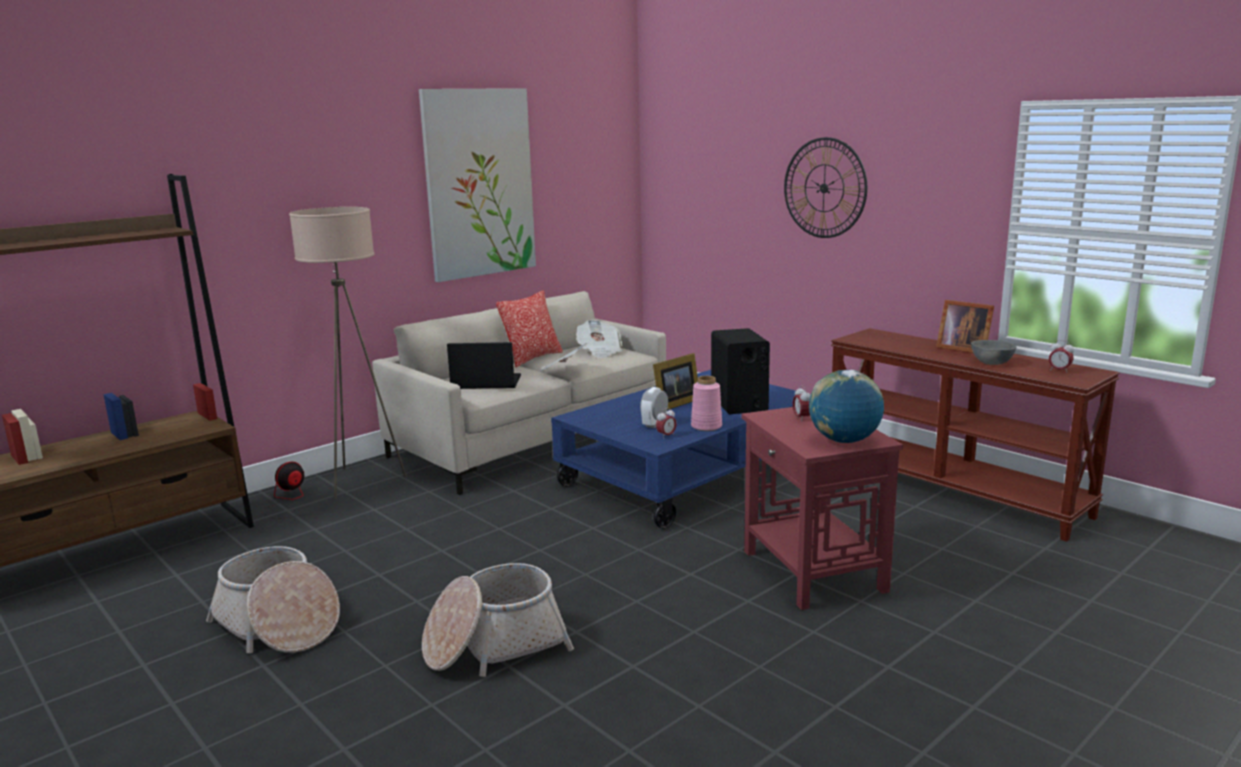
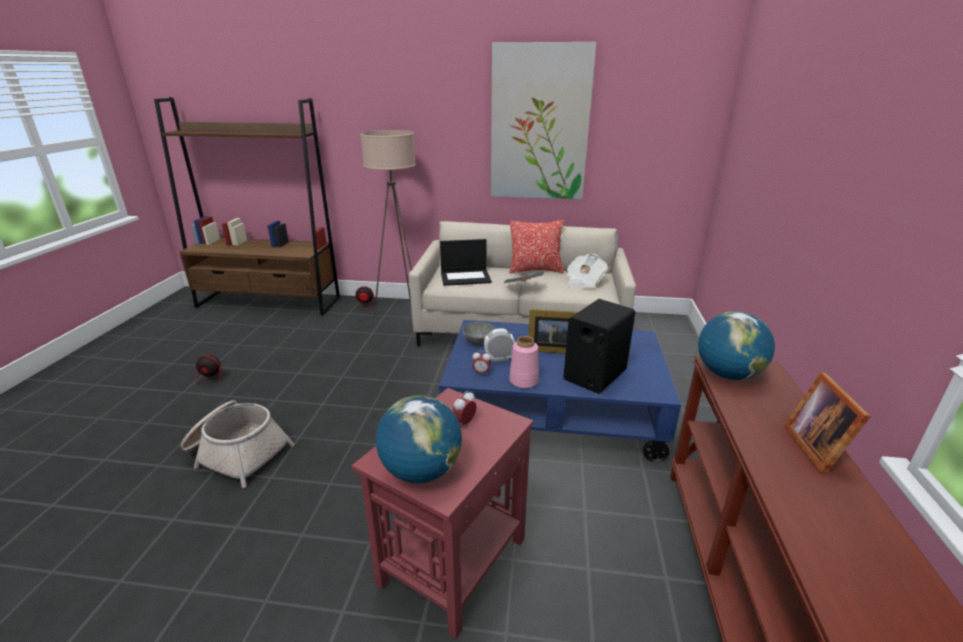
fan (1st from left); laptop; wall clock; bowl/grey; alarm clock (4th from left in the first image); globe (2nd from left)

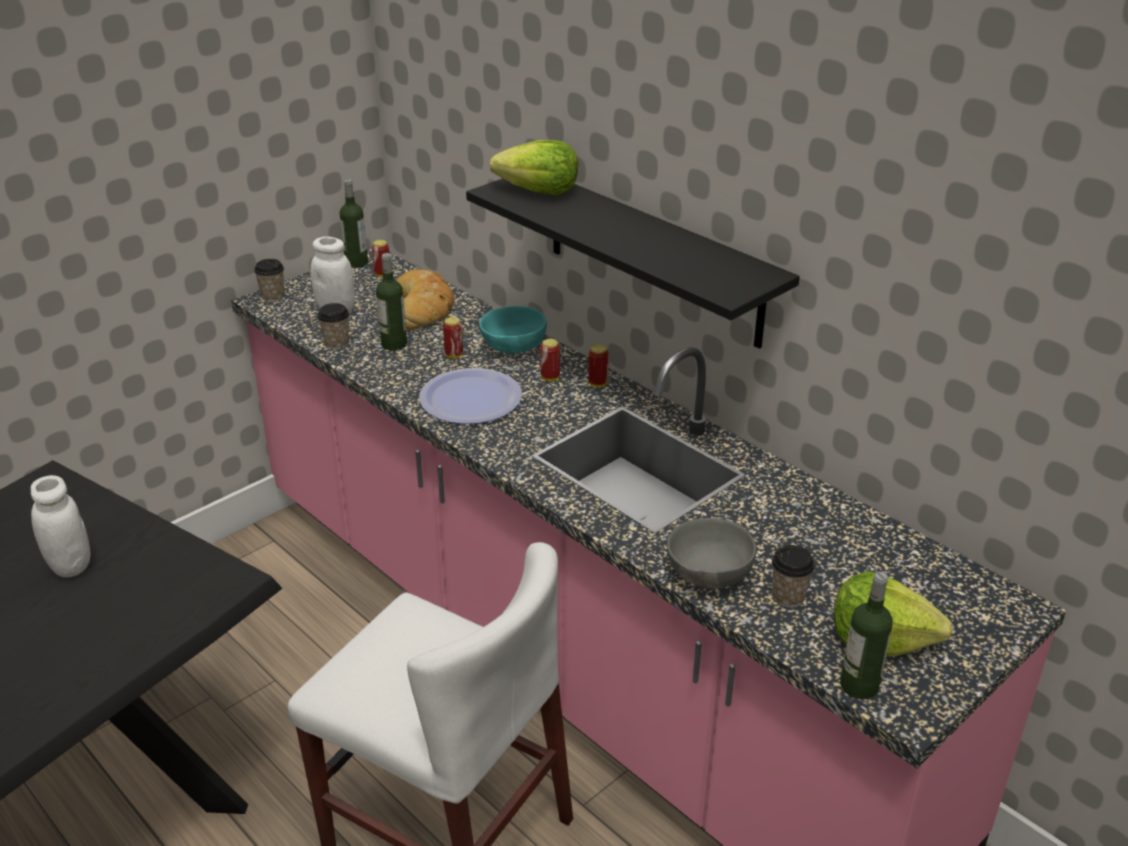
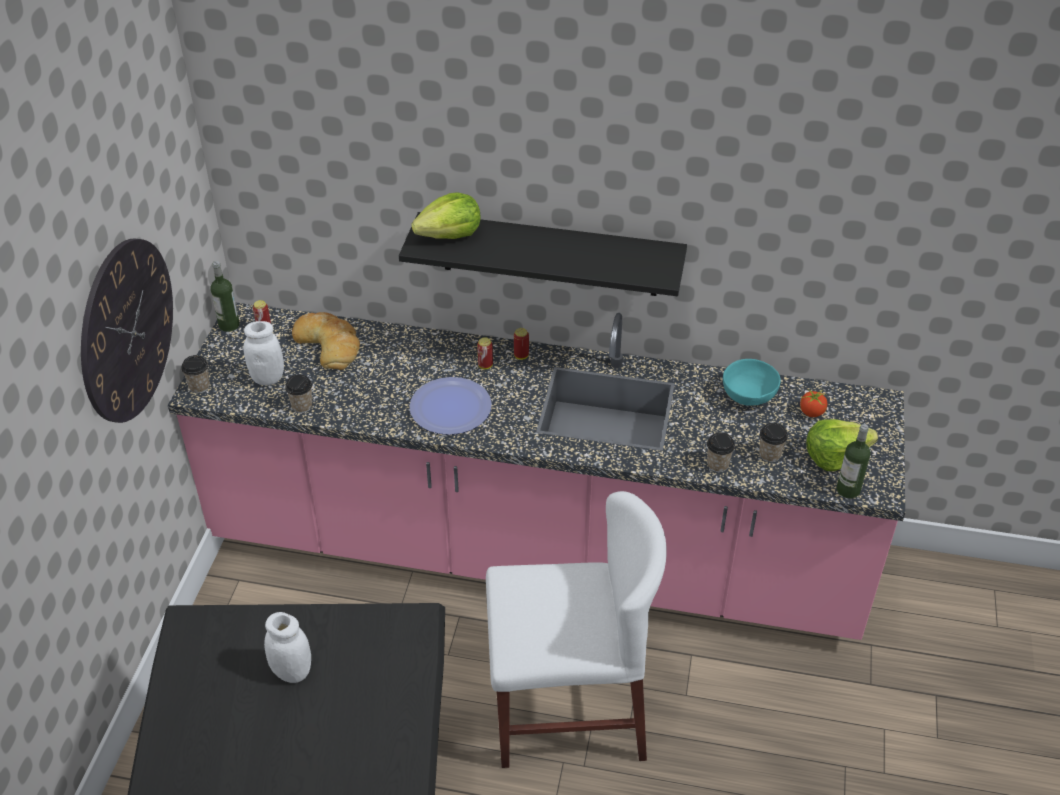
bottle (2nd from left in the first image); can (2nd from left in the first image); bowl/turquoise; cup (3rd from left); wall clock; tomato

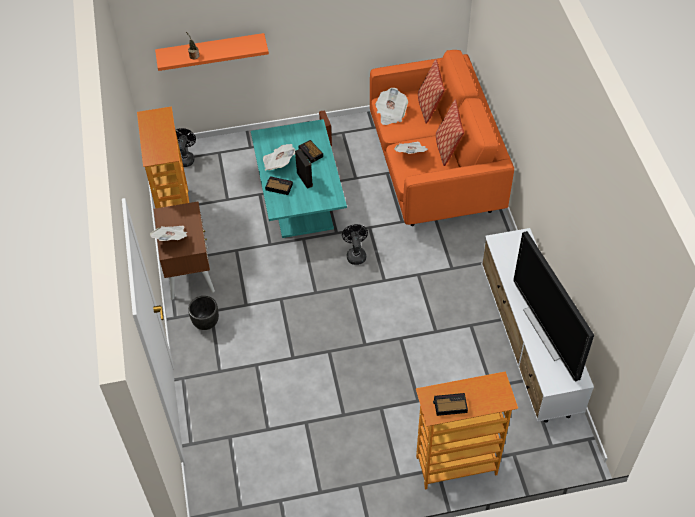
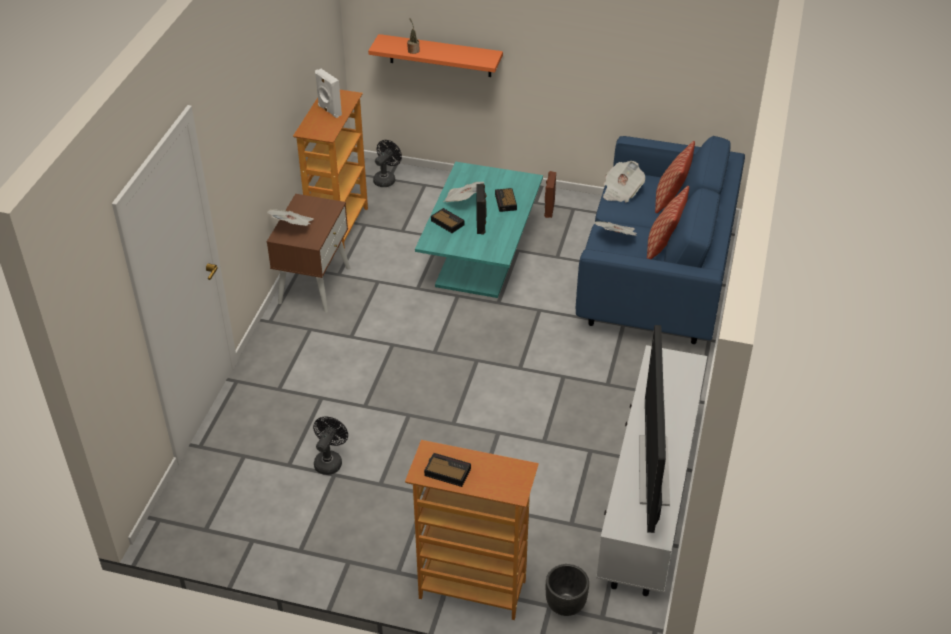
planter/black; fan/black (1st from left); sofa/blue; speaker/white

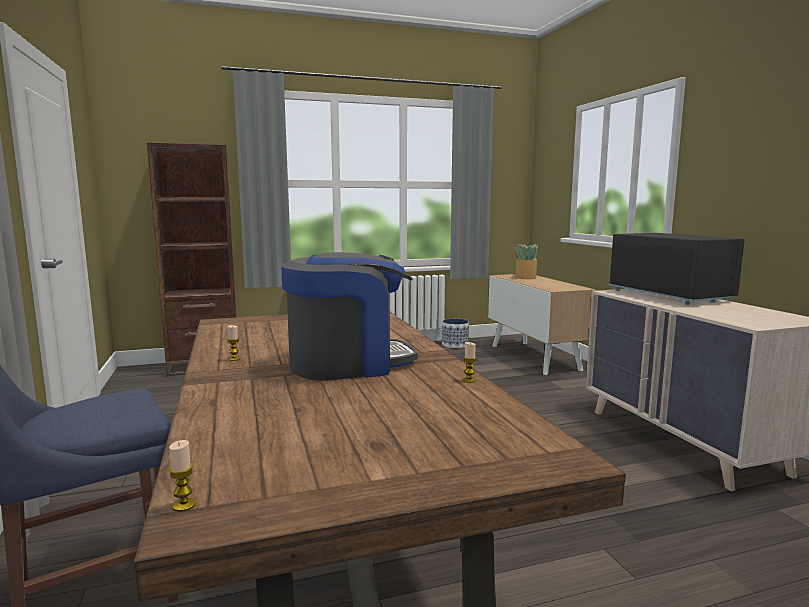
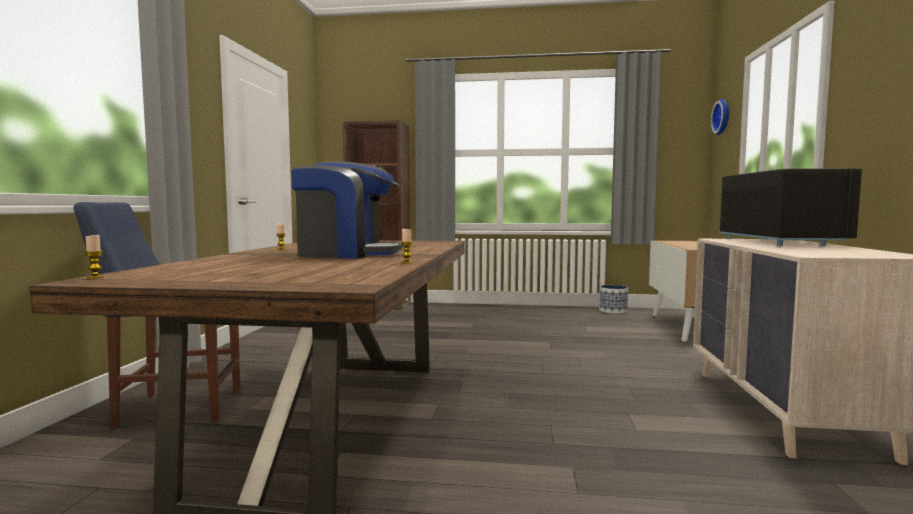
potted plant; wall clock

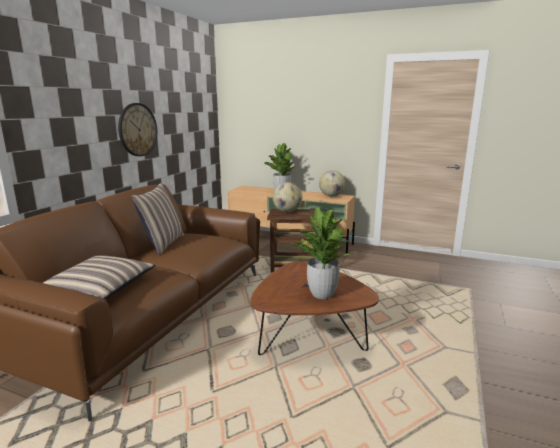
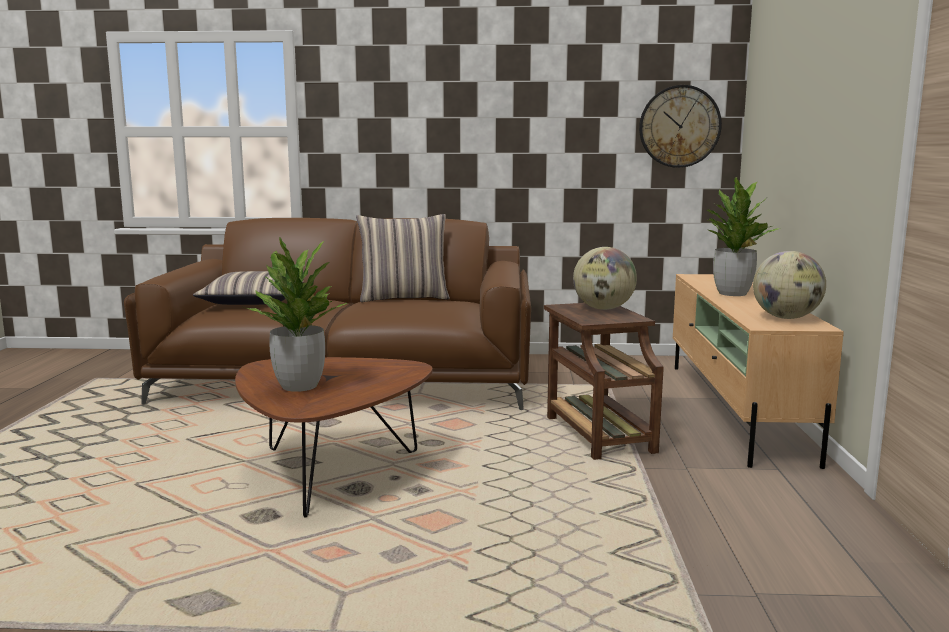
wall clock

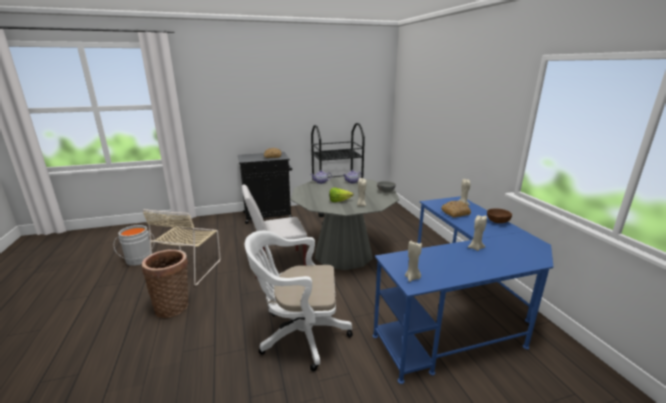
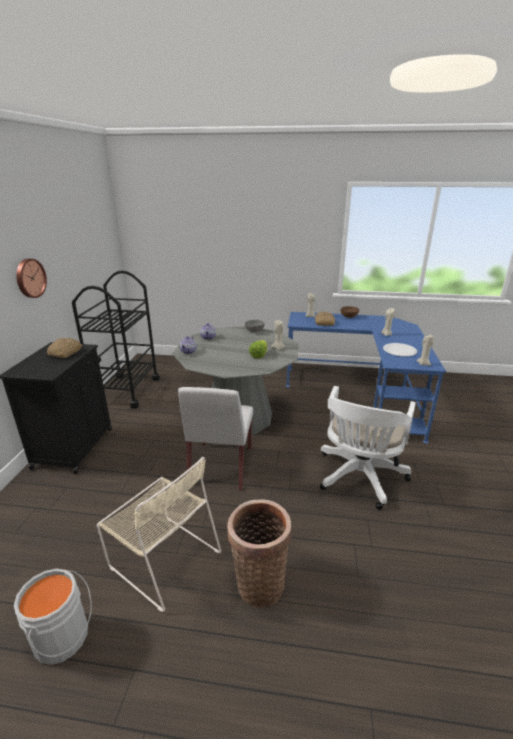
wall clock; plate/white

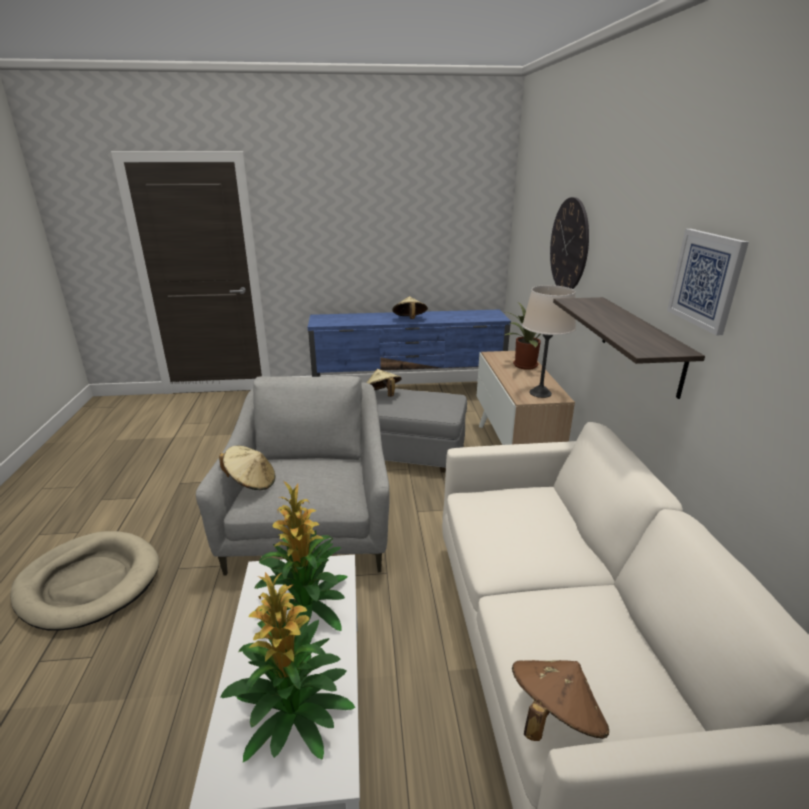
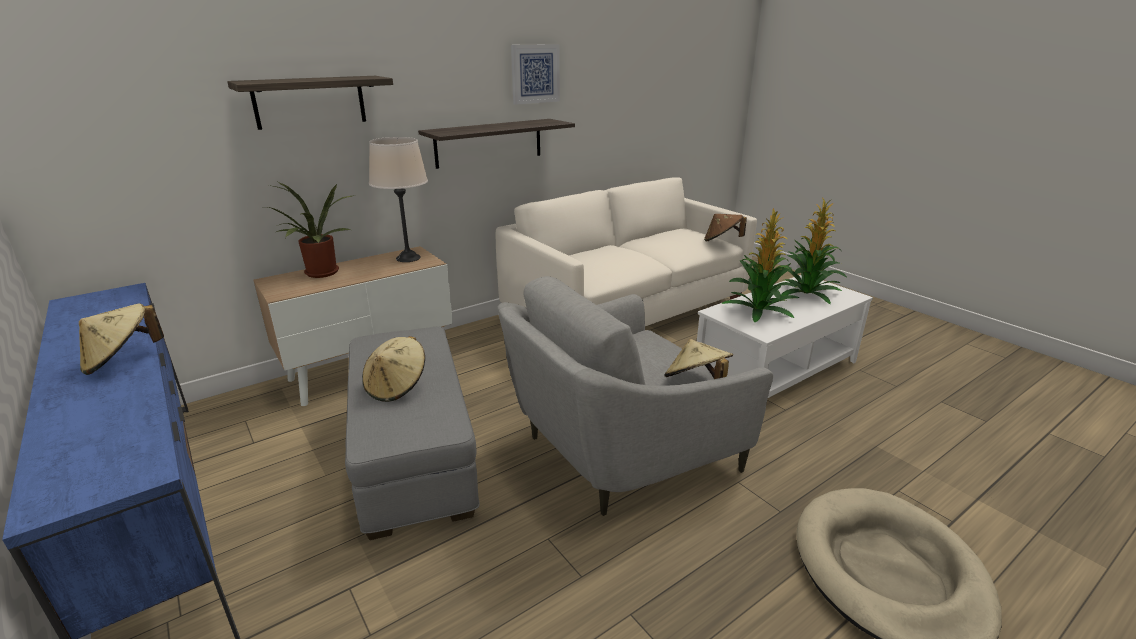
shelf (1st from left)

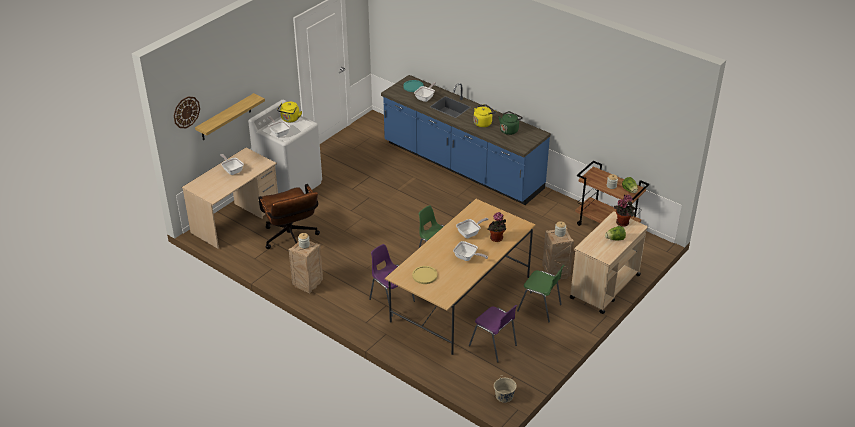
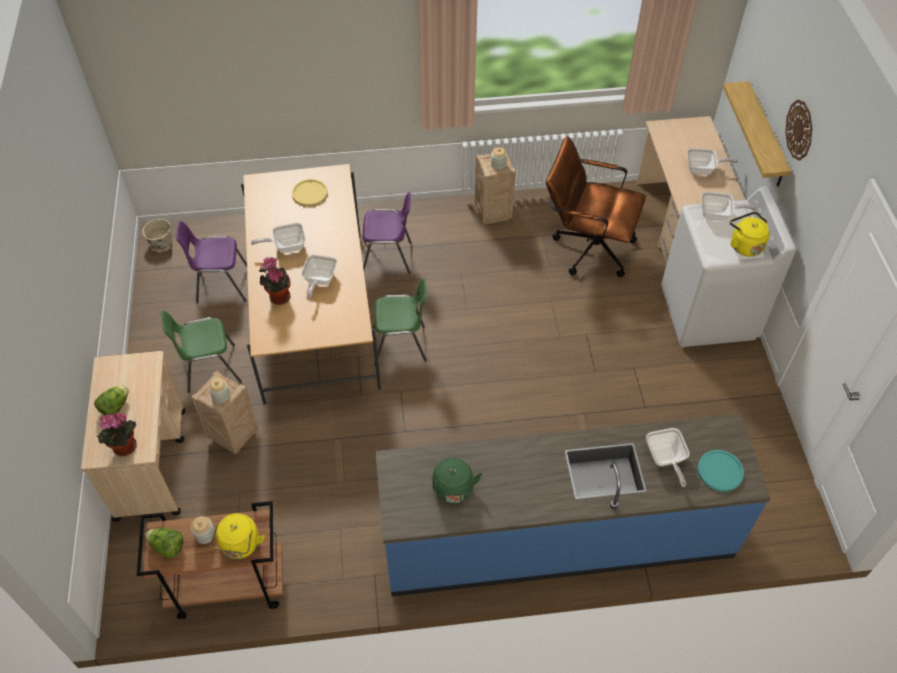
wall clock; kettle/yellow (1st from left)

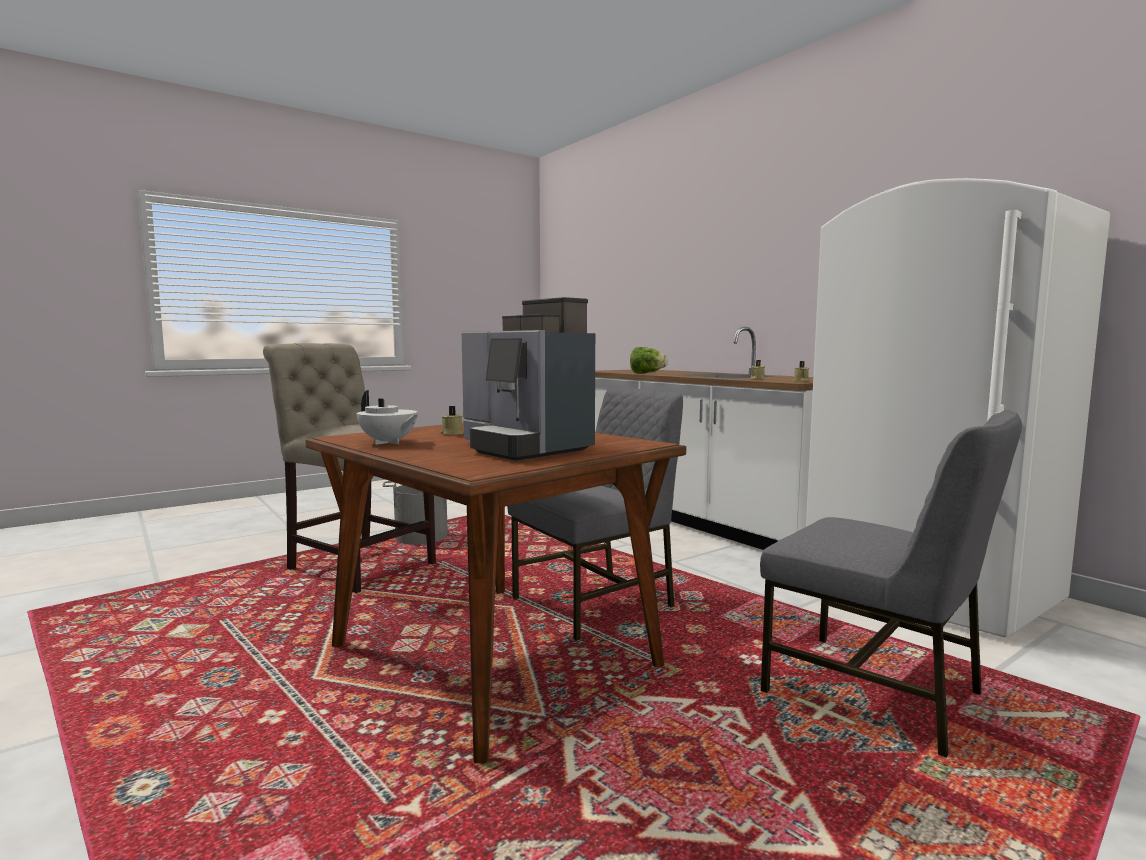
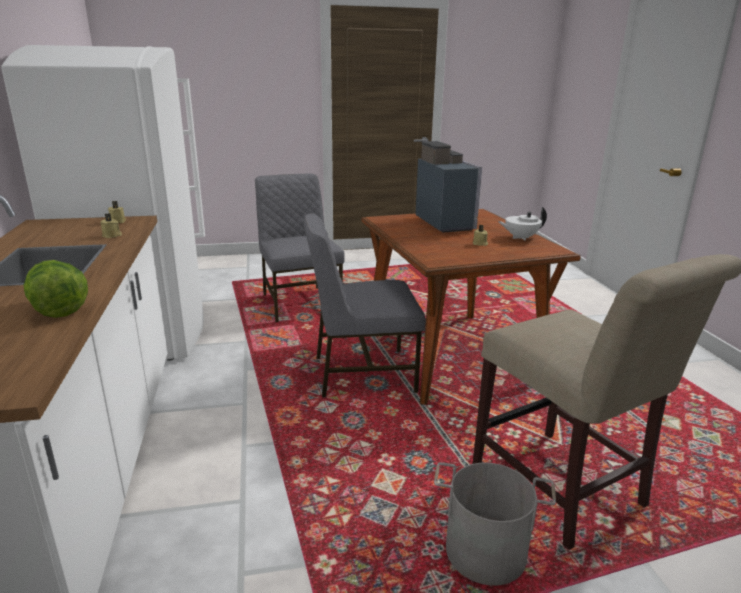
teapot/white

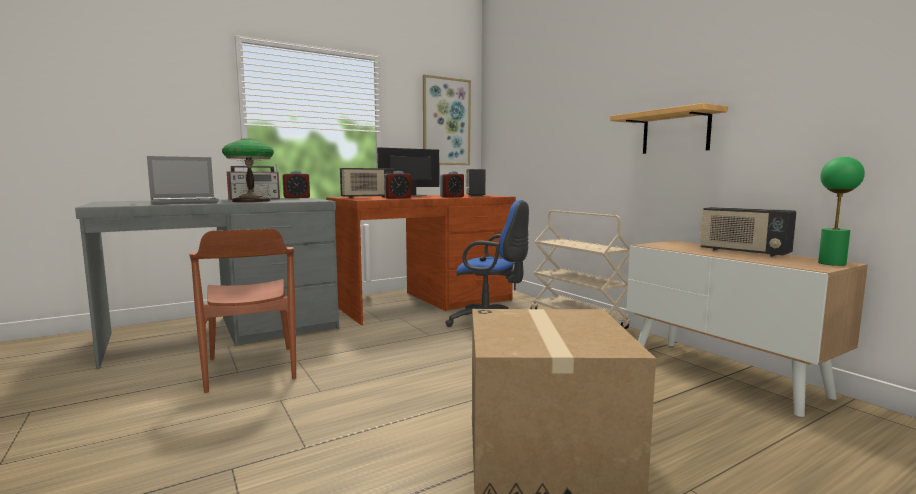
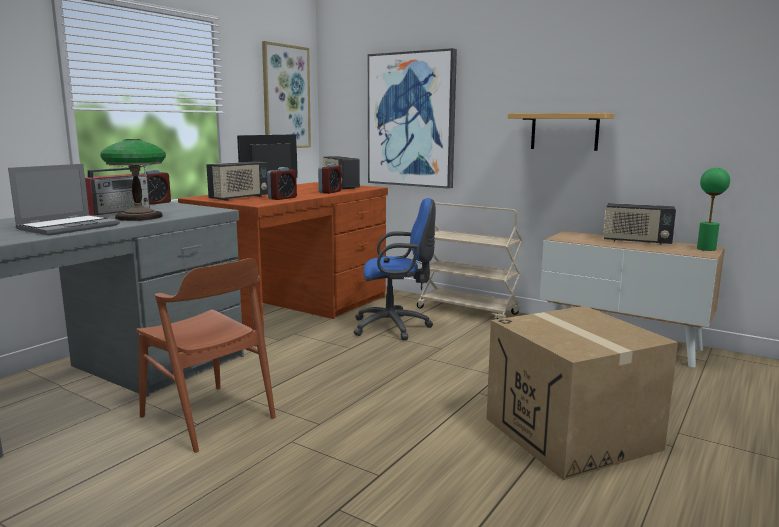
picture (2nd from left)

